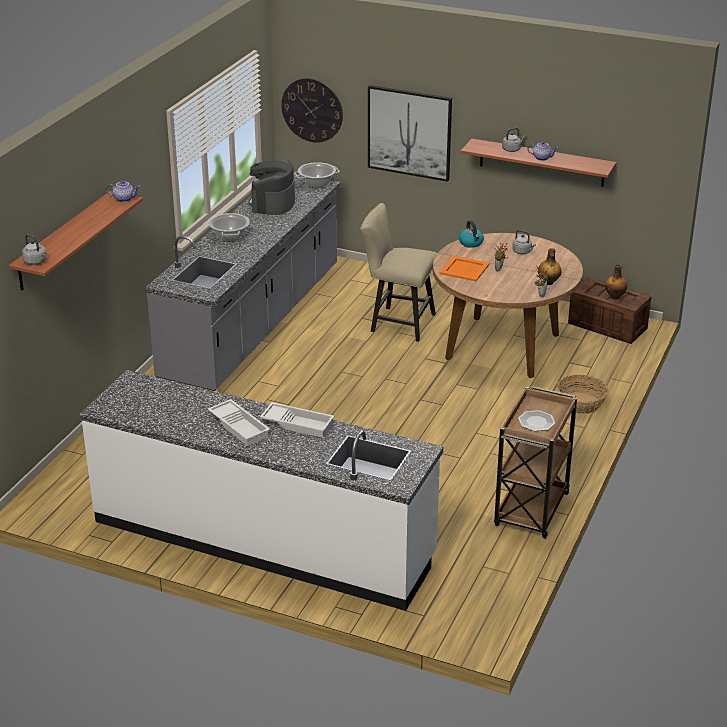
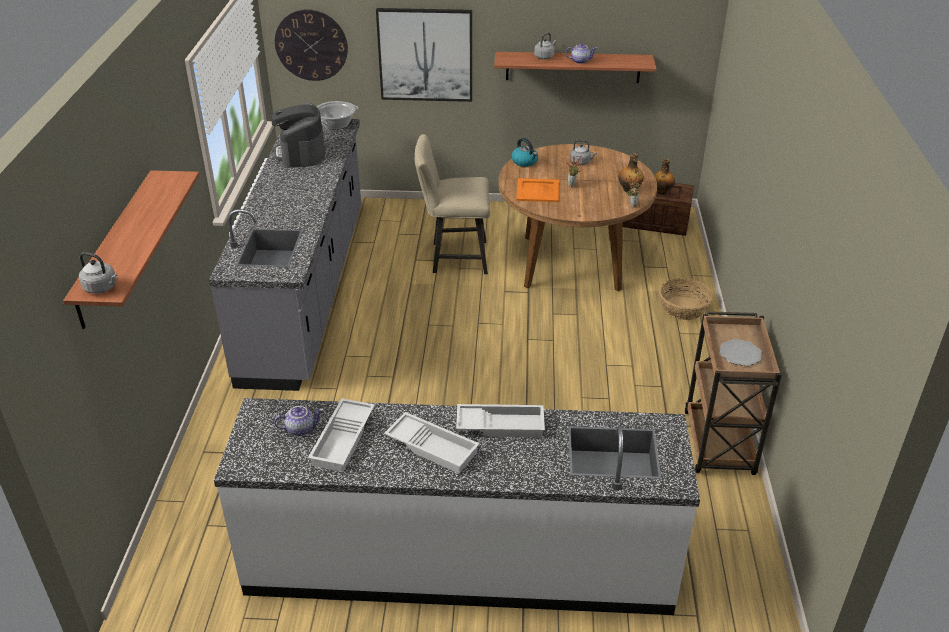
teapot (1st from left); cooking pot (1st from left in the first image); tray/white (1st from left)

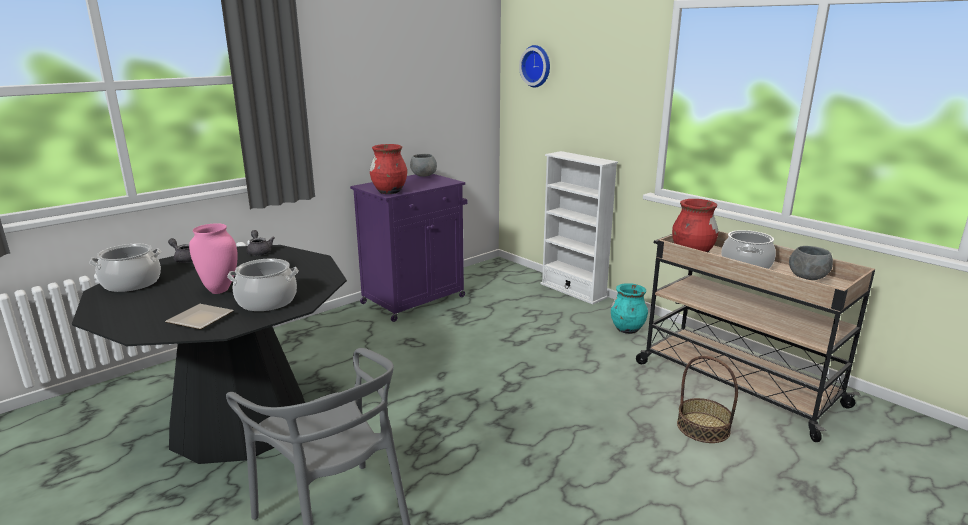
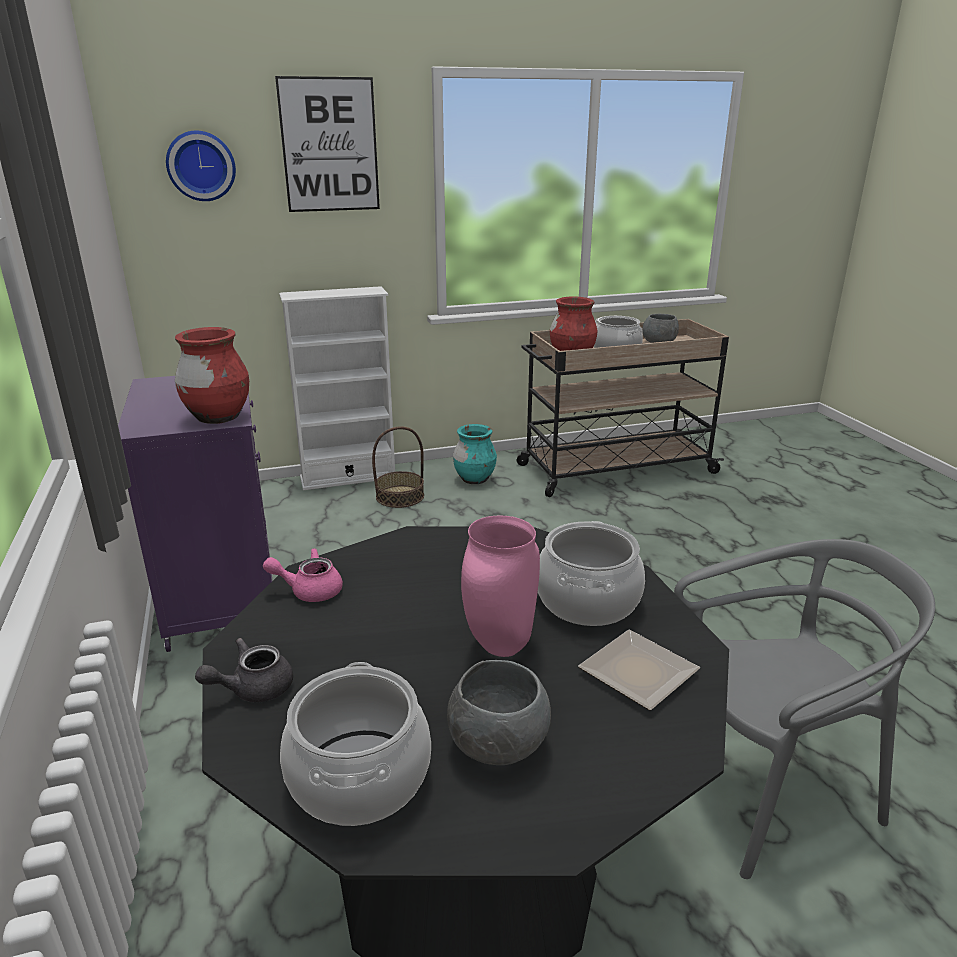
teapot/pink; bowl/grey (1st from left); basket; picture

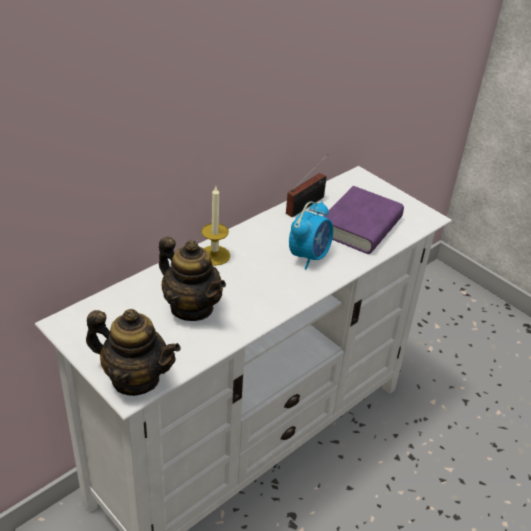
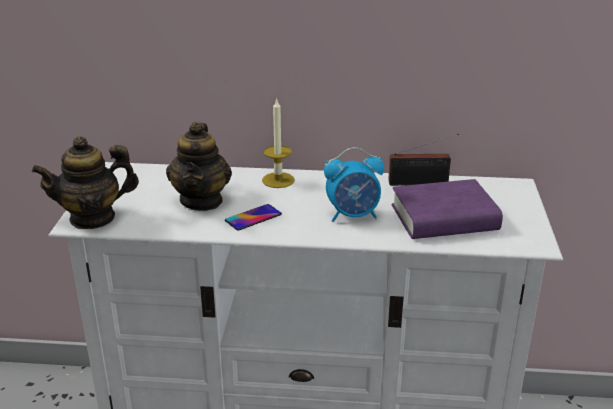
teapot (1st from left); phone

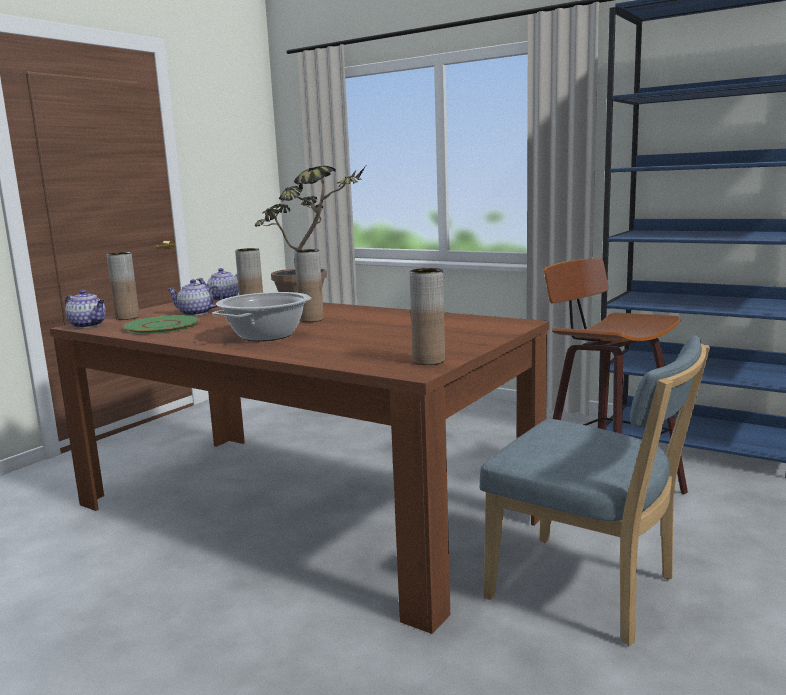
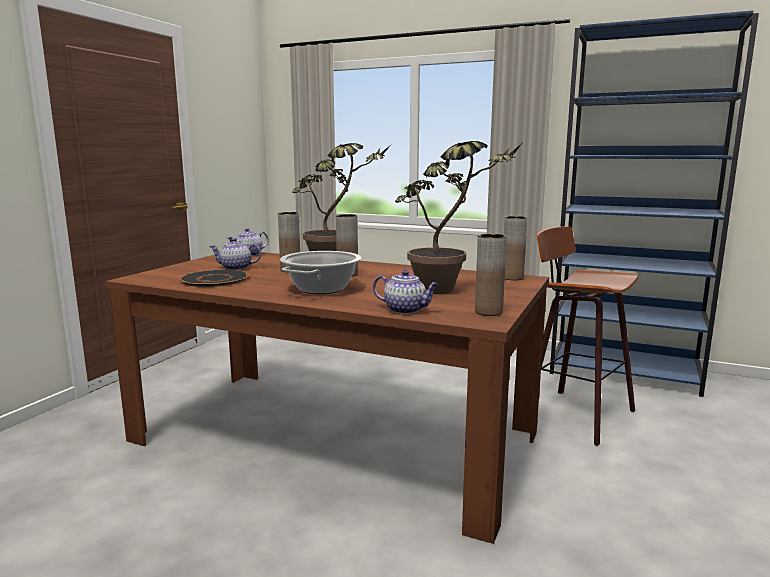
teapot (3rd from left); vase/brown (4th from left); plate/black; chair/blue; potted plant (2nd from left)

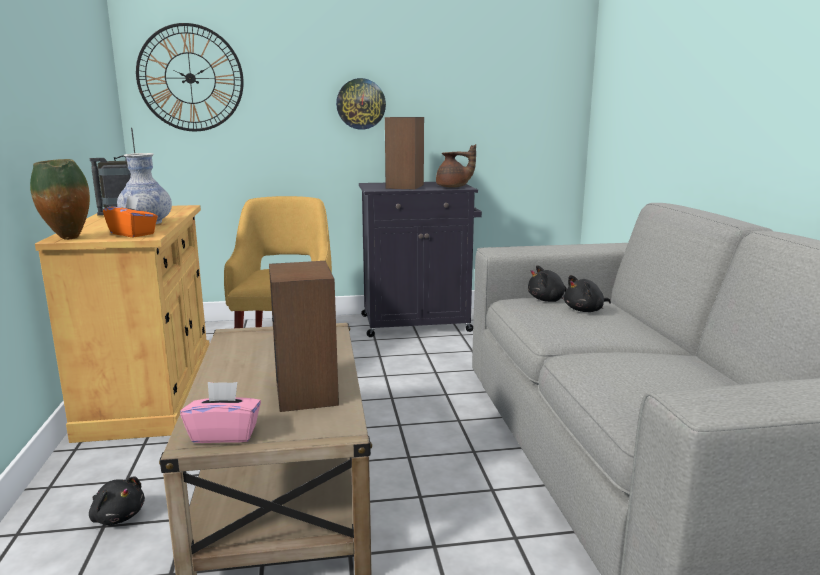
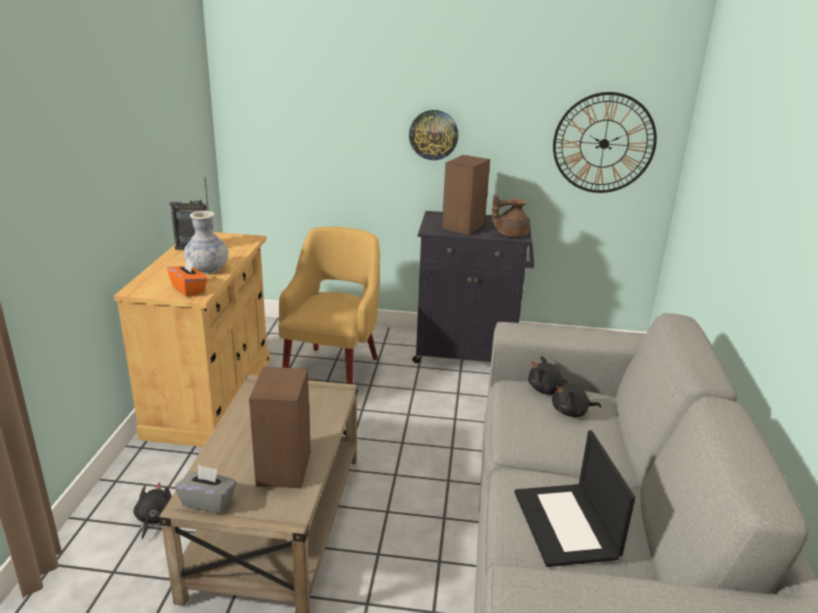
vase (1st from left in the first image); plush toy/black (1st from left); wall clock (2nd from left); tissue box/grey; teapot/brown; laptop

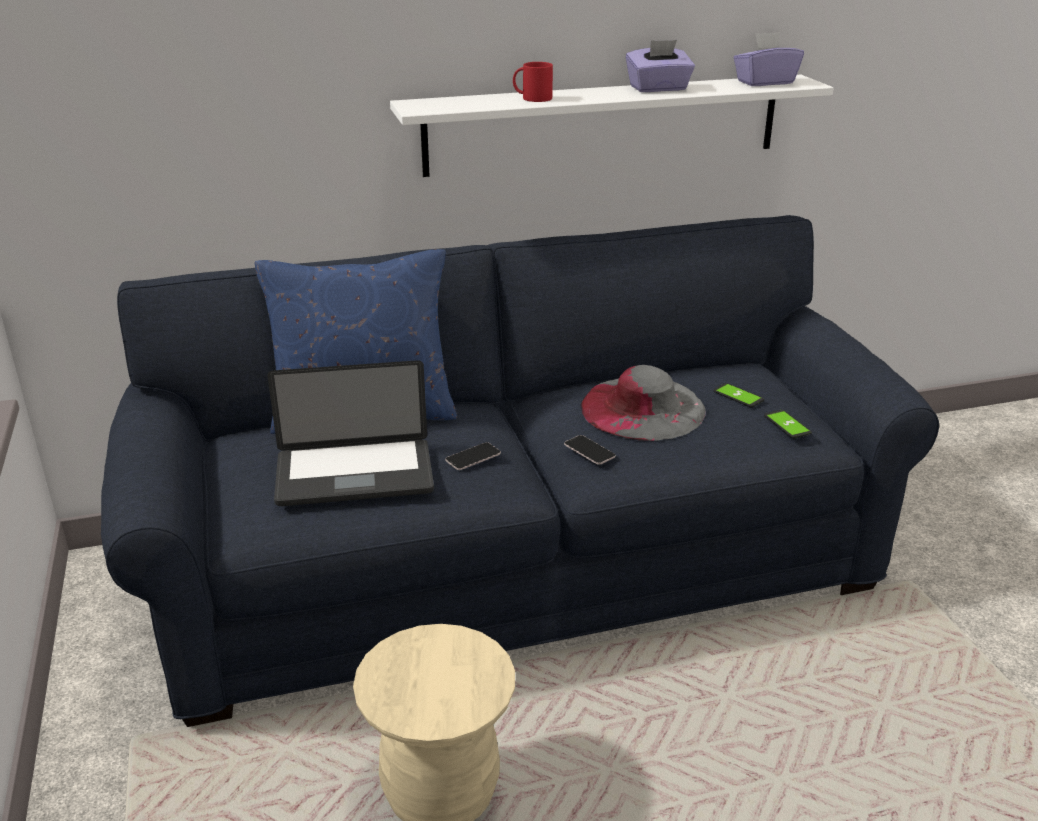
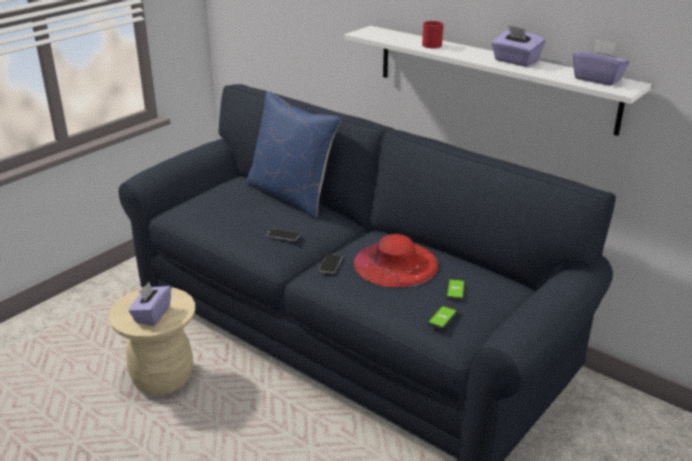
laptop; hat/red; tissue box/purple (1st from left)

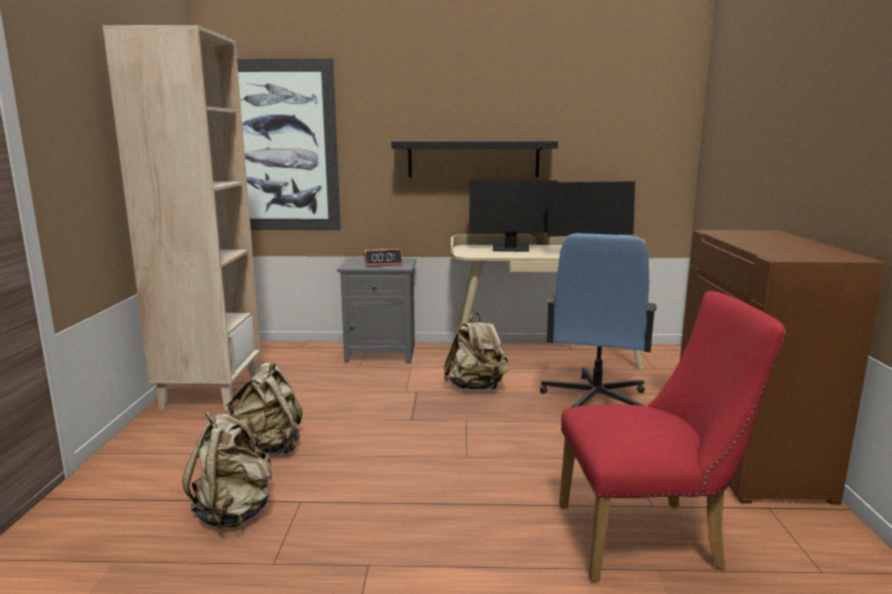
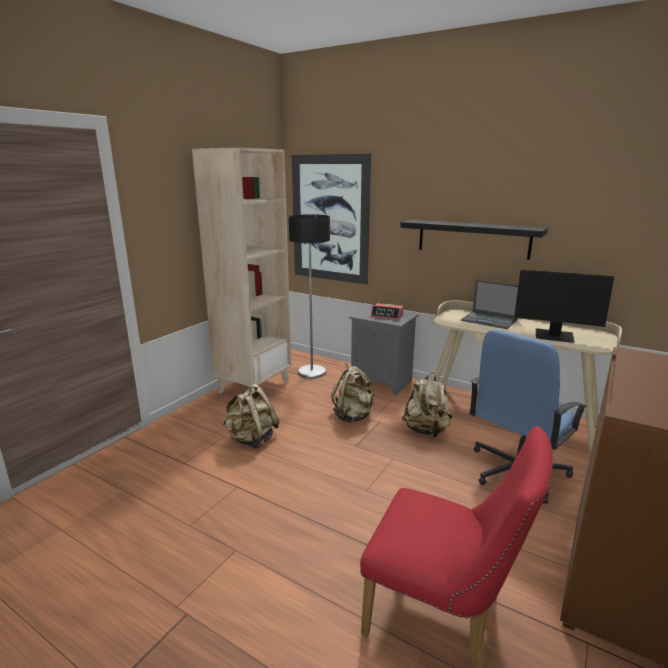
backpack/beige (2nd from left); laptop; floor lamp

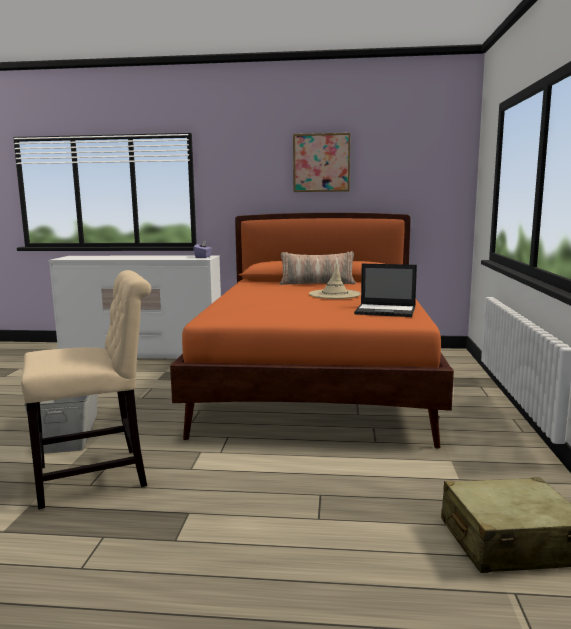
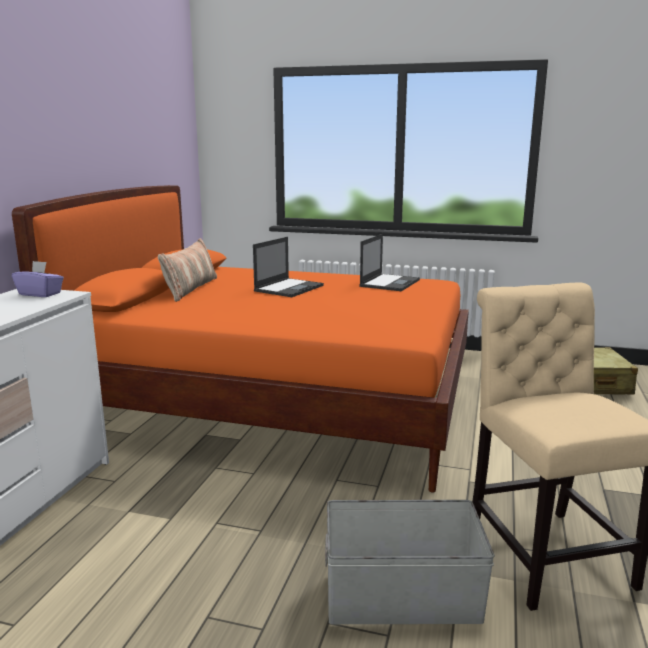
picture; laptop (1st from left)

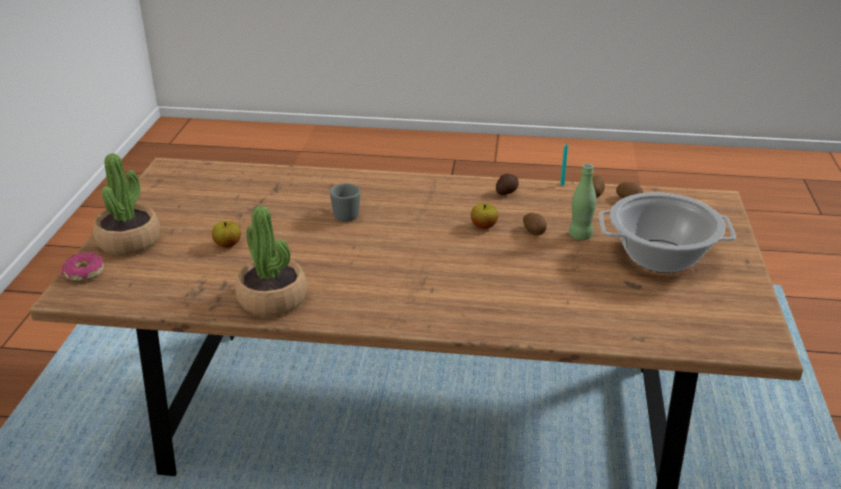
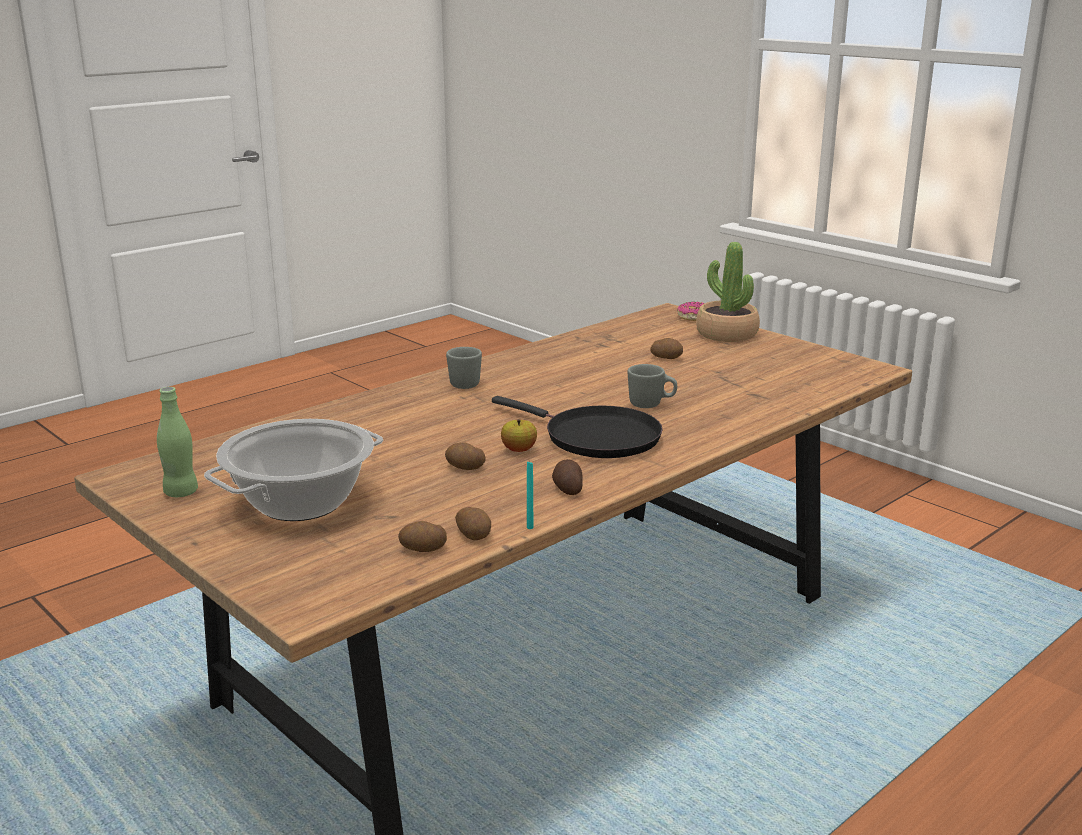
potato (5th from left); potted plant (2nd from left in the first image); bottle/green; mug/grey (1st from left); frying pan/black

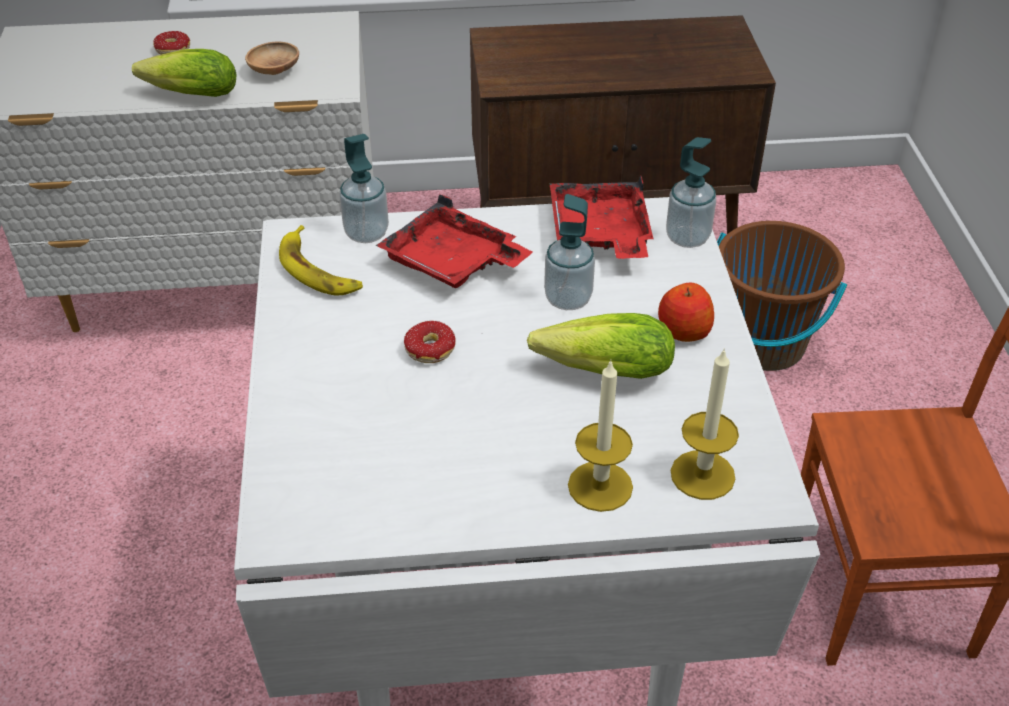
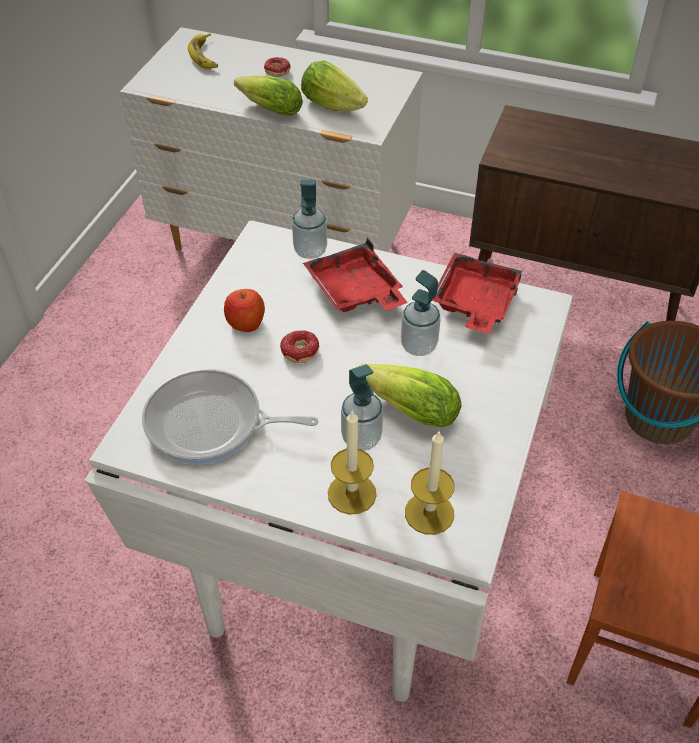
lettuce (2nd from left); banana; apple; soap dispenser (2nd from left); frying pan

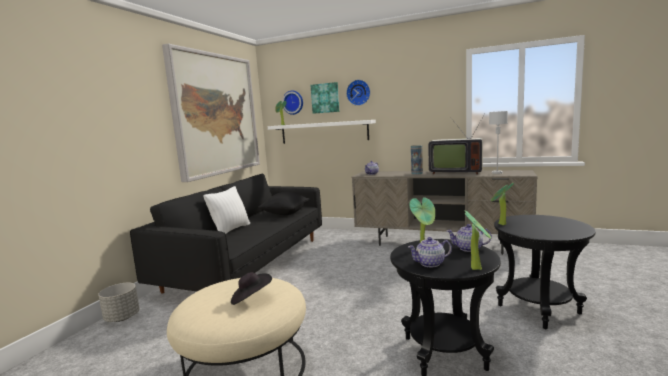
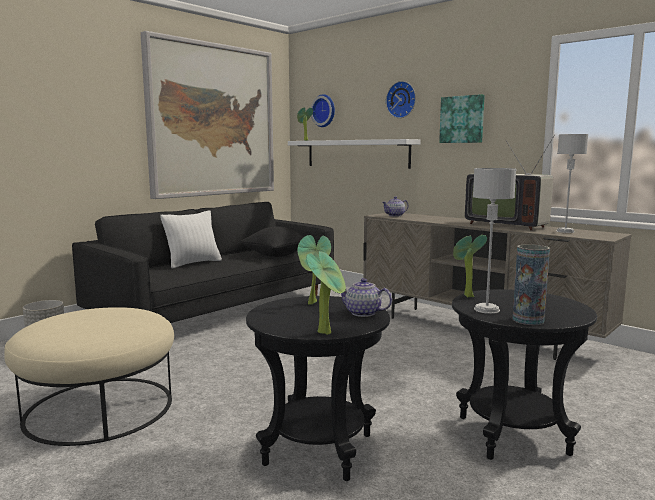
hat/black; picture (2nd from left); teapot (2nd from left in the first image); vase; table lamp/grey (1st from left)

